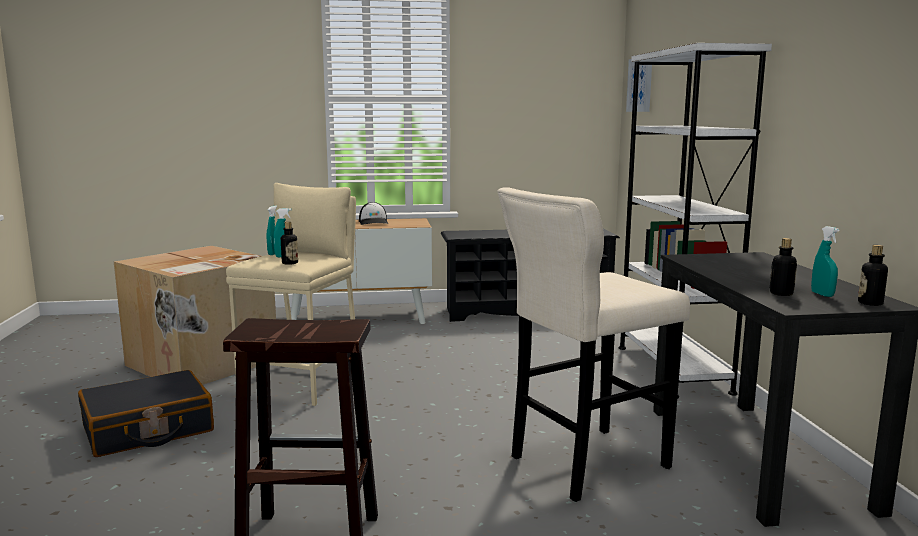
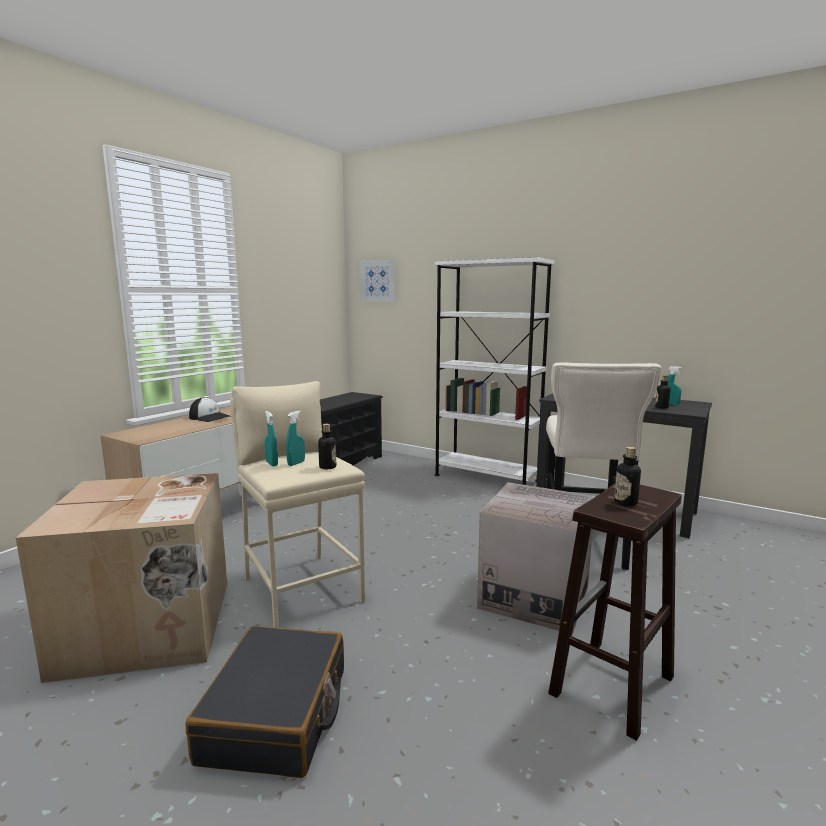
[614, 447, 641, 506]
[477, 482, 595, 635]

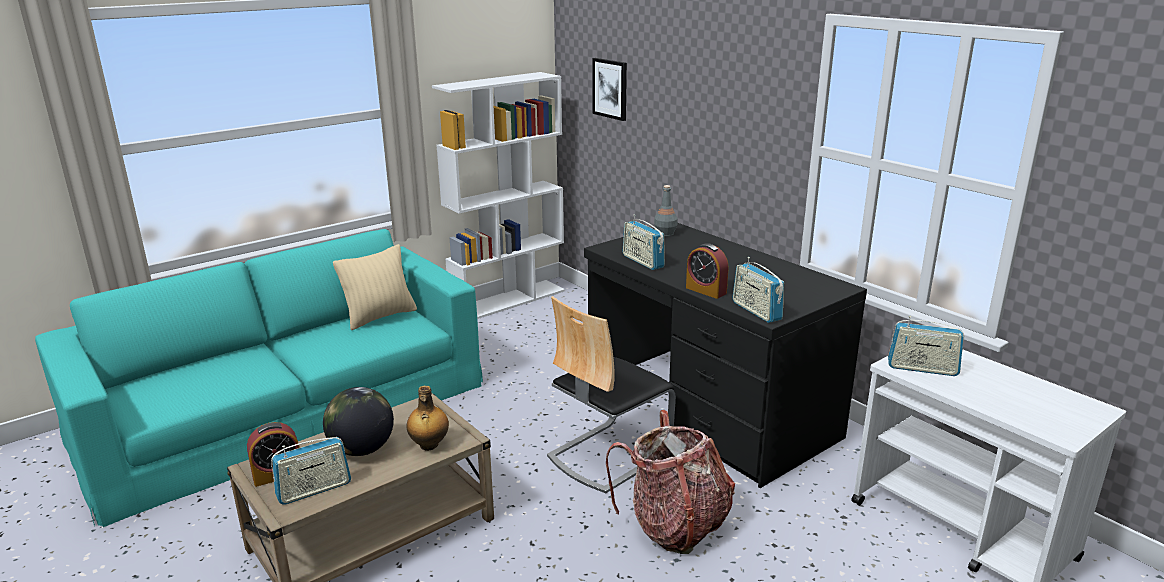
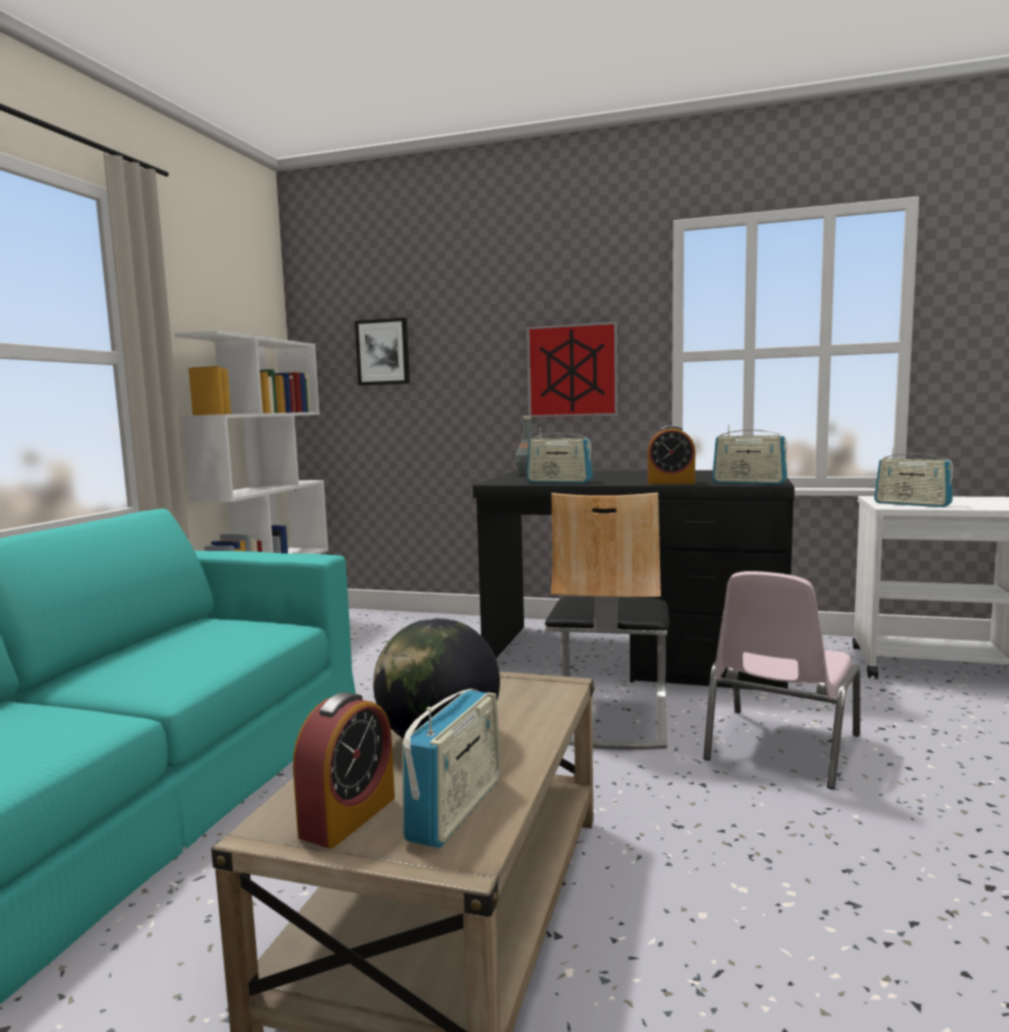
[333, 244, 417, 330] (first image)
[874, 448, 953, 507]
[406, 386, 449, 451] (first image)
[703, 571, 860, 789]
[527, 322, 618, 417]

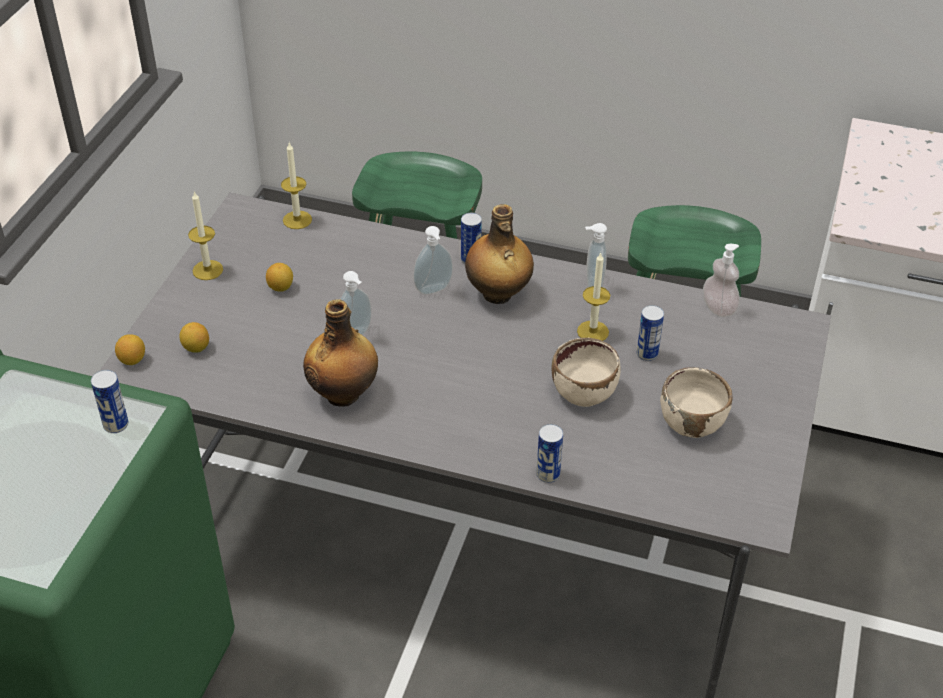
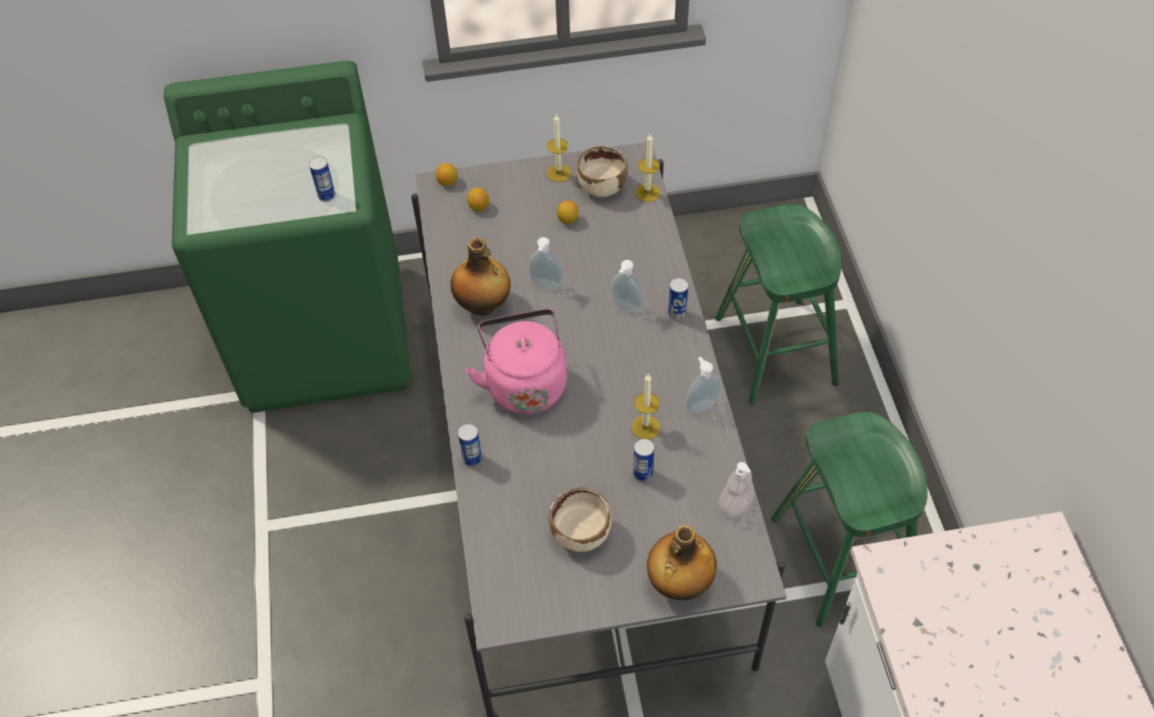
[647, 525, 717, 600]
[576, 146, 627, 197]
[466, 309, 567, 414]

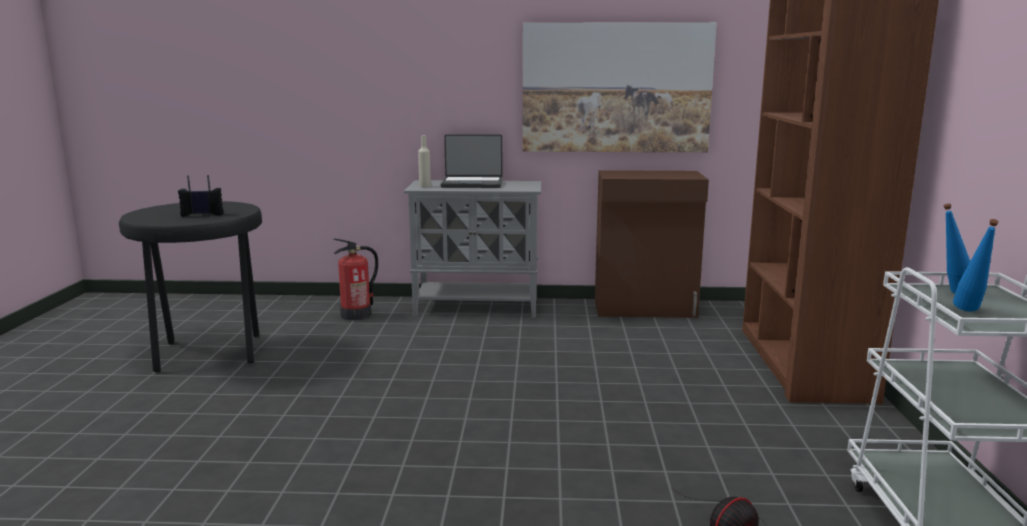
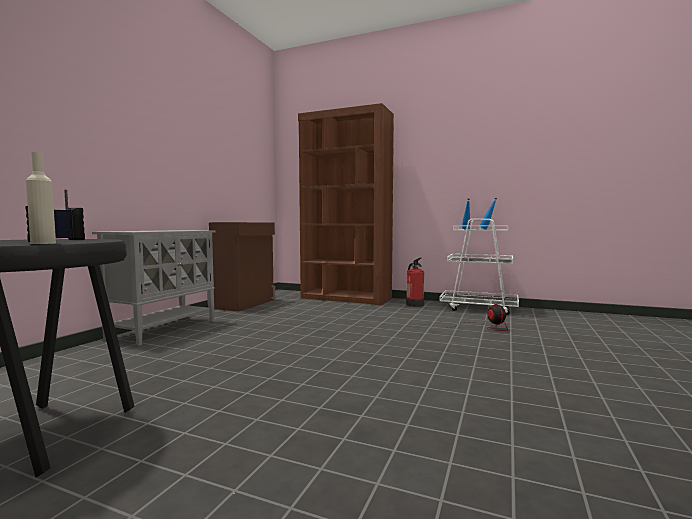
[523, 22, 717, 152] (first image)
[440, 134, 502, 188] (first image)
[26, 152, 56, 244]
[406, 258, 424, 307]

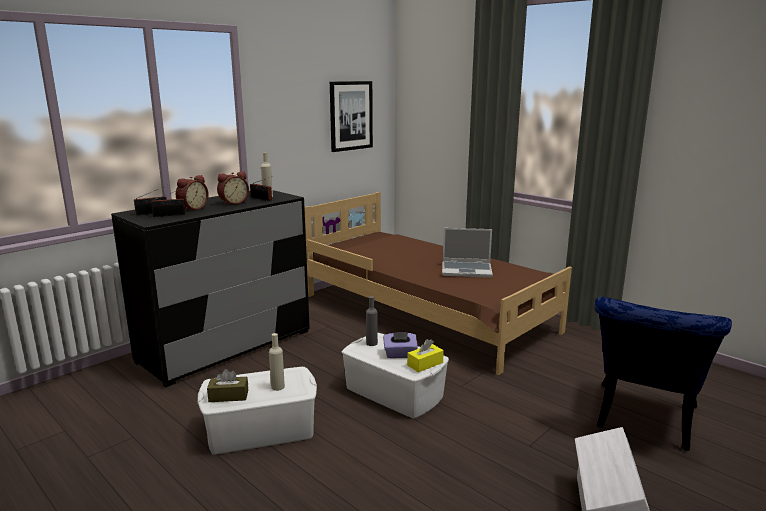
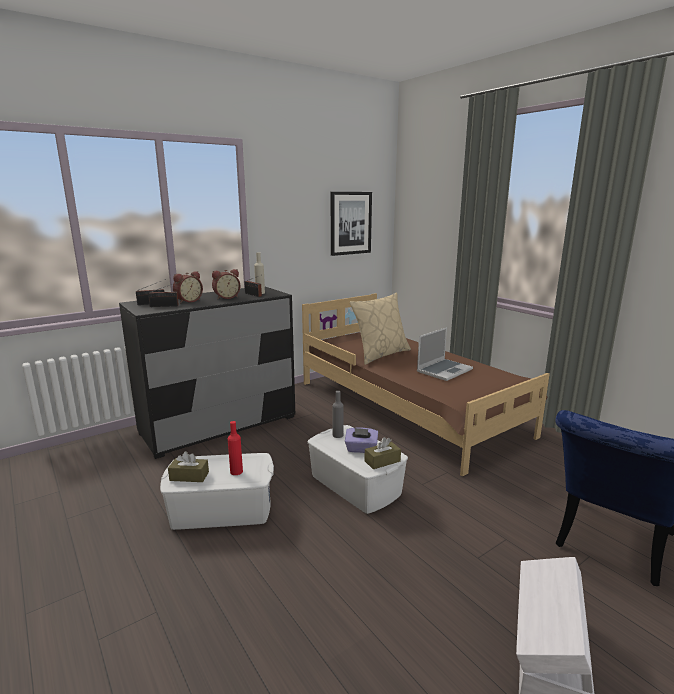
[417, 327, 473, 381]
[228, 421, 243, 475]
[364, 437, 401, 469]
[350, 292, 411, 365]

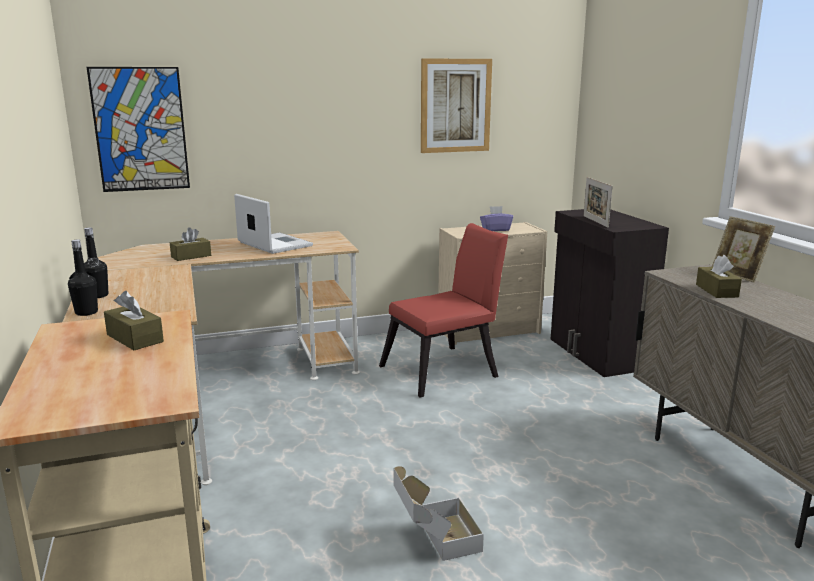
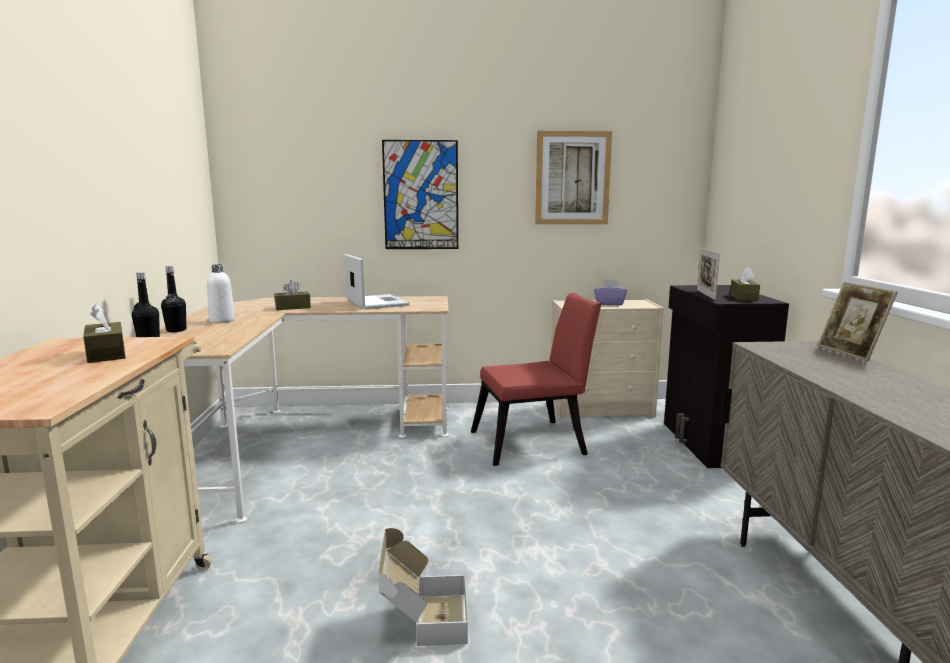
[382, 140, 458, 249]
[730, 267, 760, 301]
[207, 264, 235, 323]

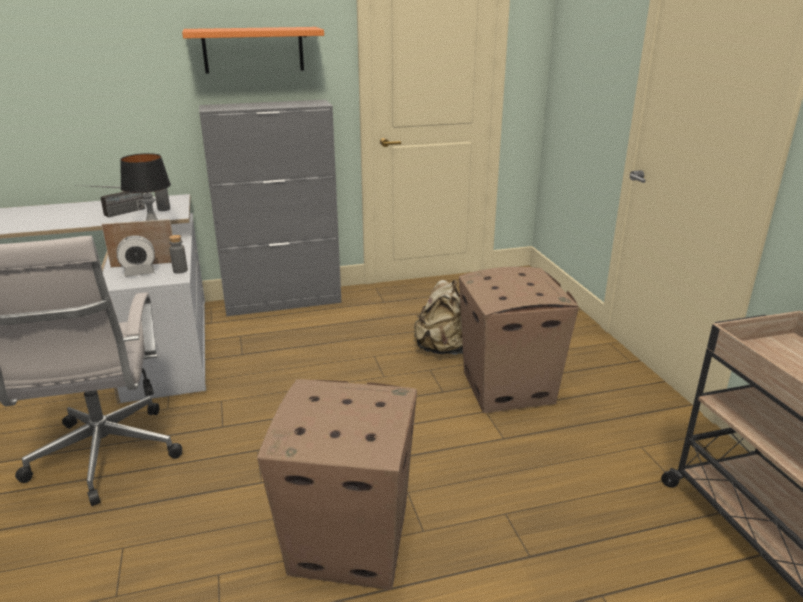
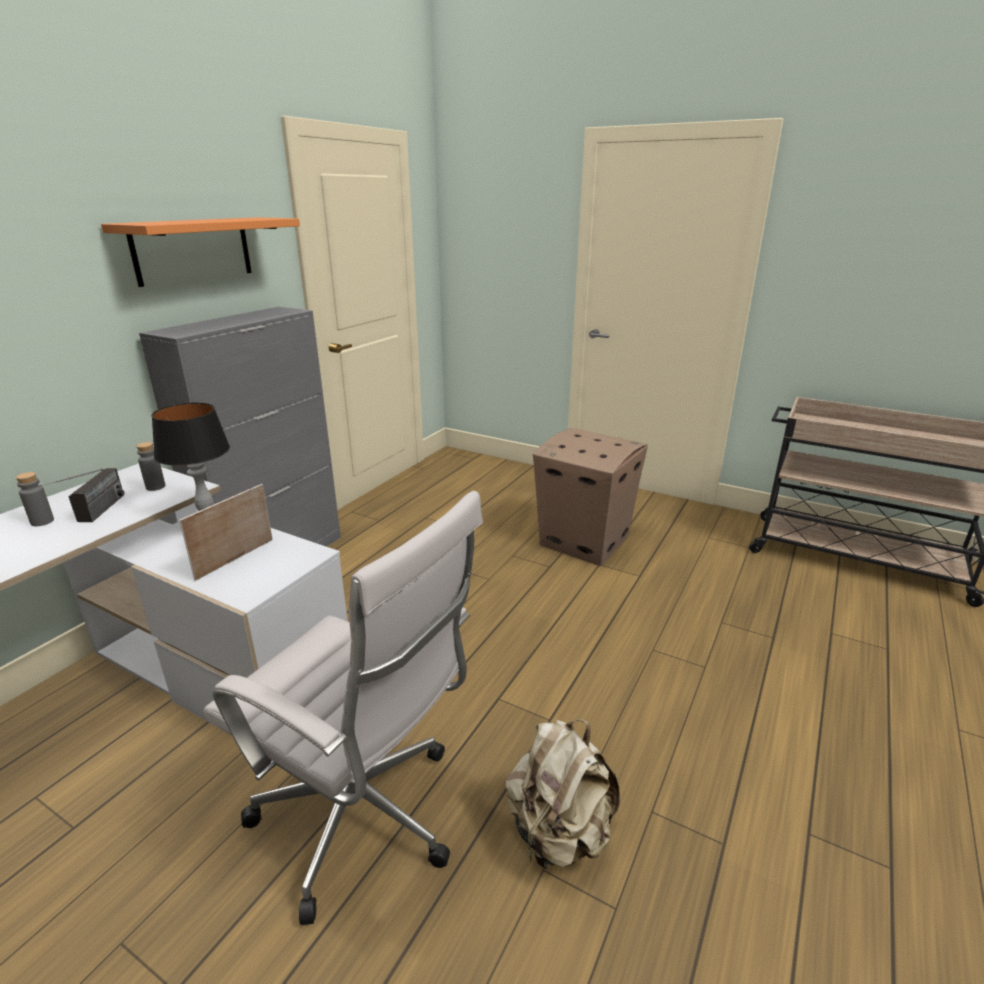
[117, 235, 155, 277] (first image)
[16, 472, 54, 526]
[505, 719, 620, 869]
[257, 379, 417, 590] (first image)

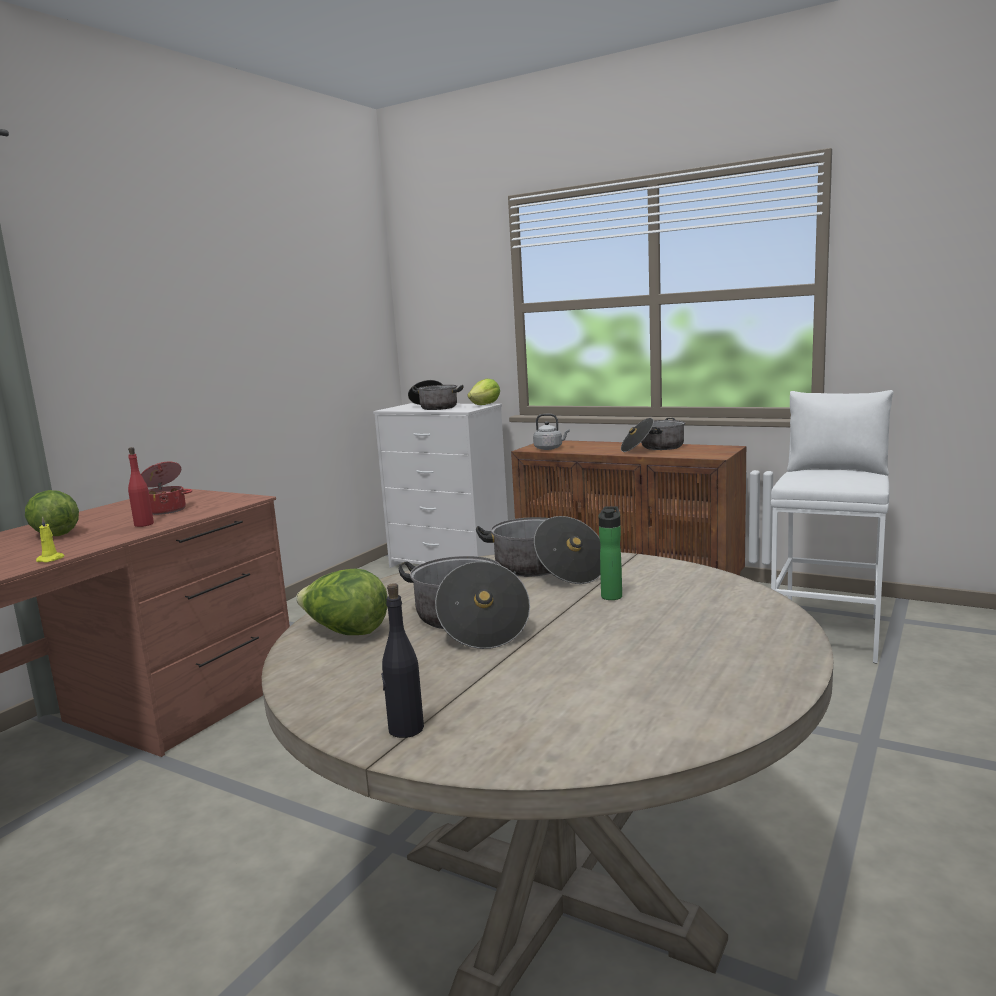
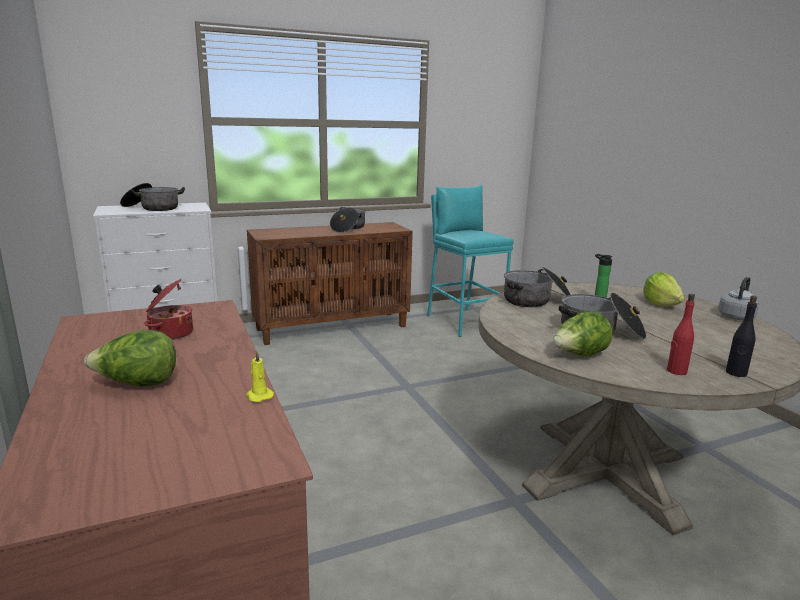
[643, 272, 685, 307]
[427, 185, 514, 337]
[718, 277, 759, 320]
[667, 294, 695, 375]

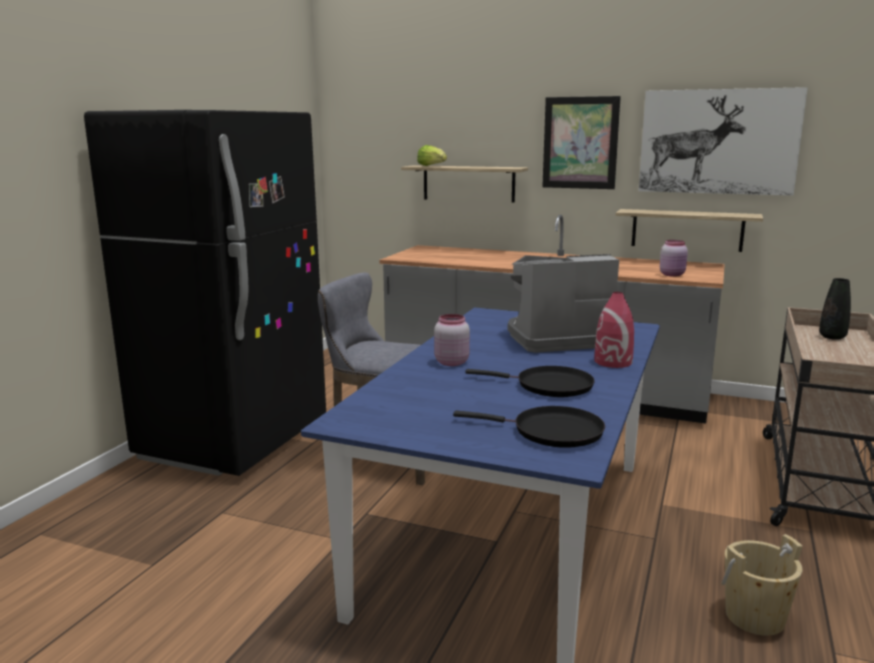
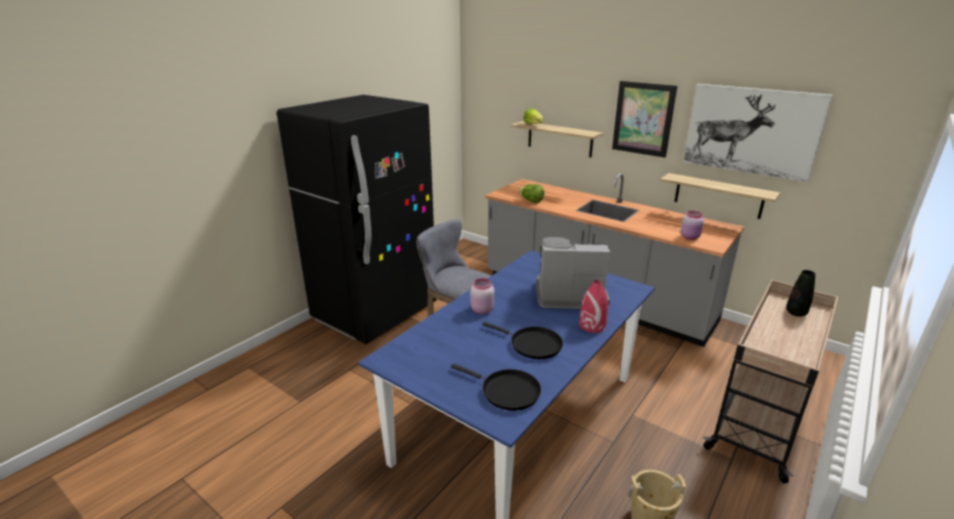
[519, 184, 544, 203]

